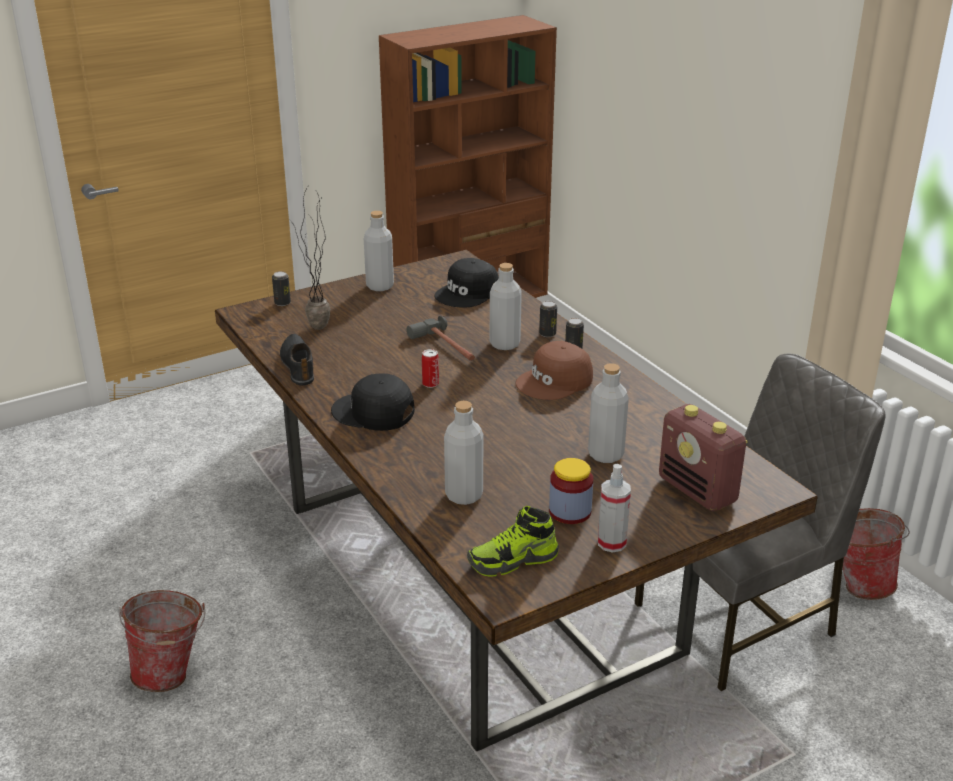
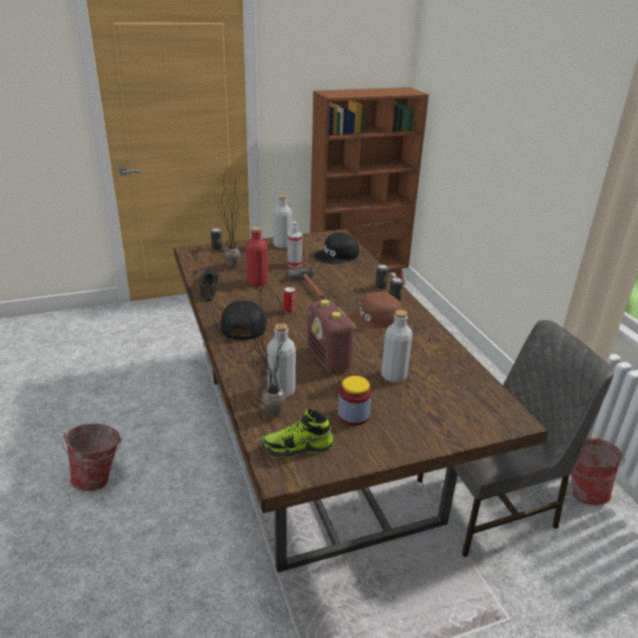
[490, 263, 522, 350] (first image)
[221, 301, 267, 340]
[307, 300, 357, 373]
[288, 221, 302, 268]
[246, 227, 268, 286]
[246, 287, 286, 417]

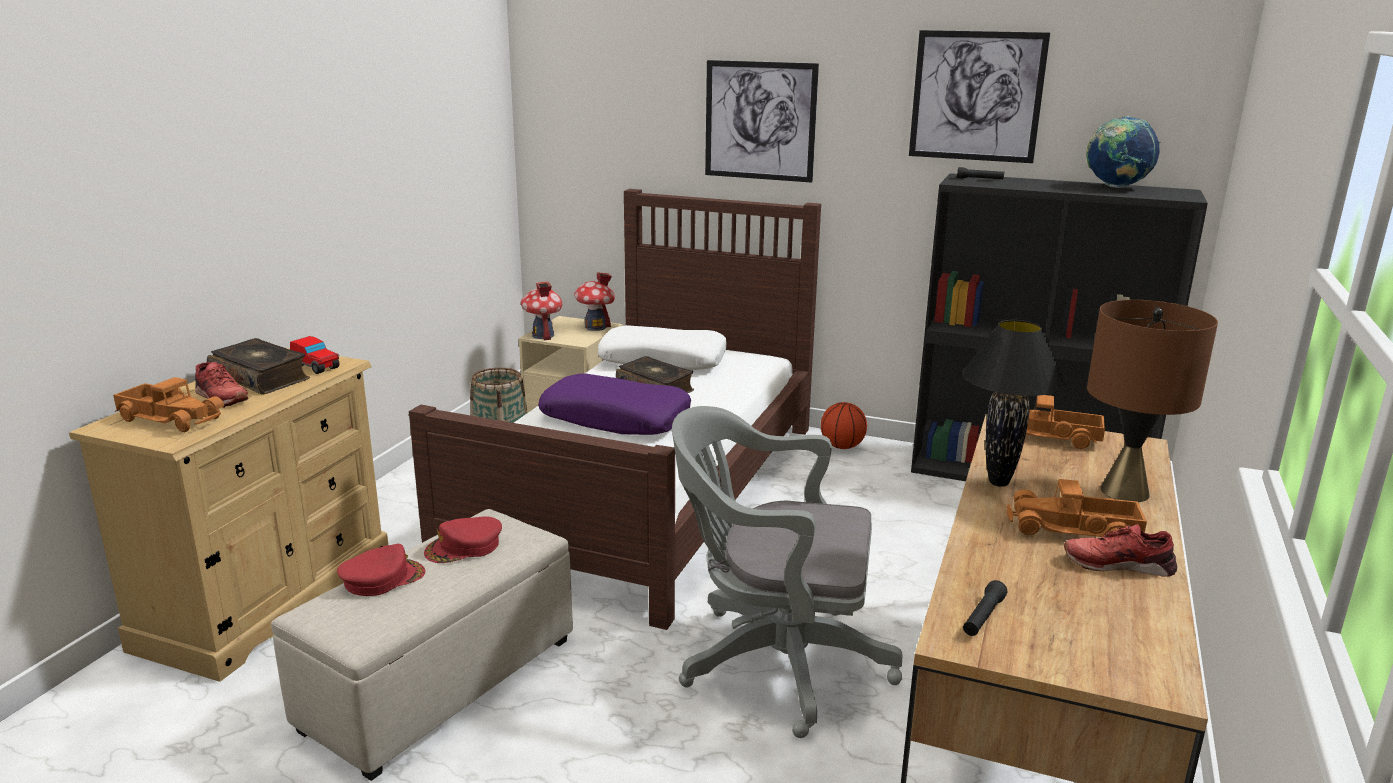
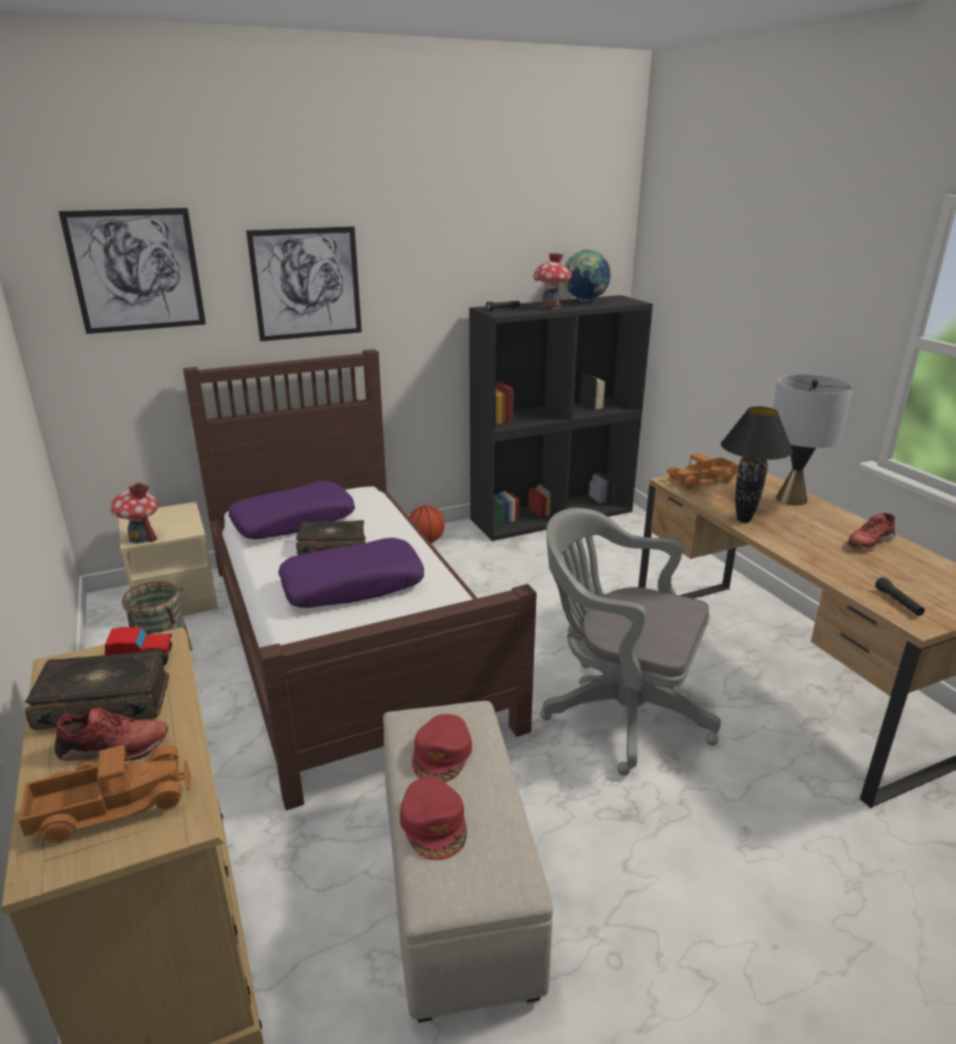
[59, 208, 206, 334]
[533, 253, 572, 310]
[773, 374, 853, 506]
[228, 481, 355, 539]
[540, 508, 721, 775]
[1007, 479, 1147, 537] (first image)
[400, 777, 467, 860]

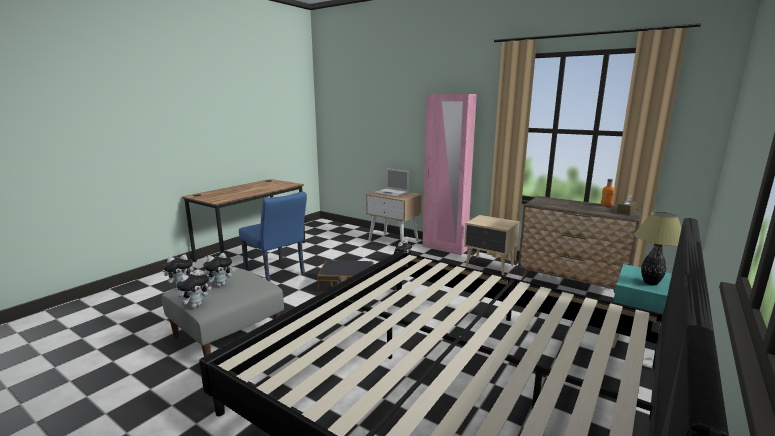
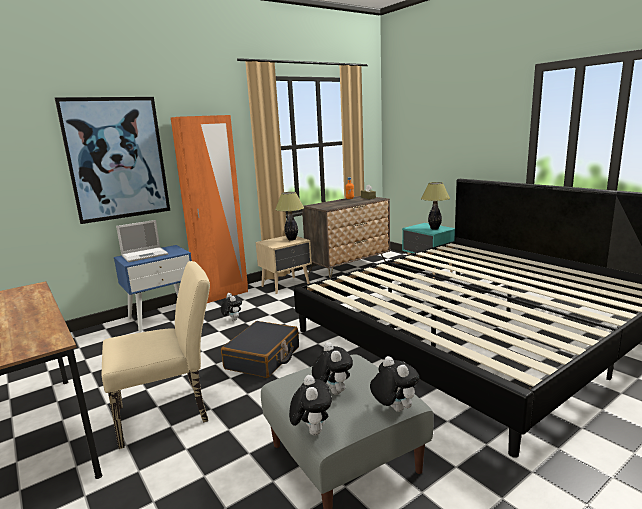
[171, 115, 248, 303]
[114, 245, 192, 332]
[102, 261, 210, 449]
[55, 97, 170, 224]
[275, 192, 304, 241]

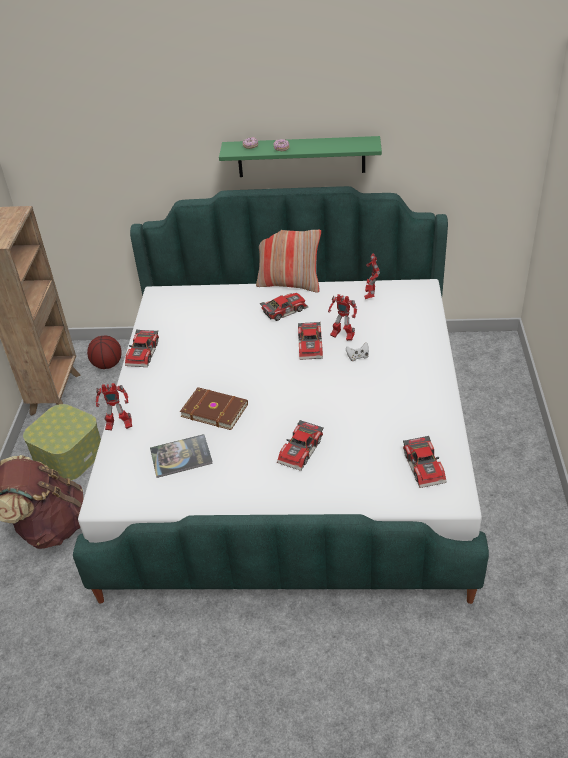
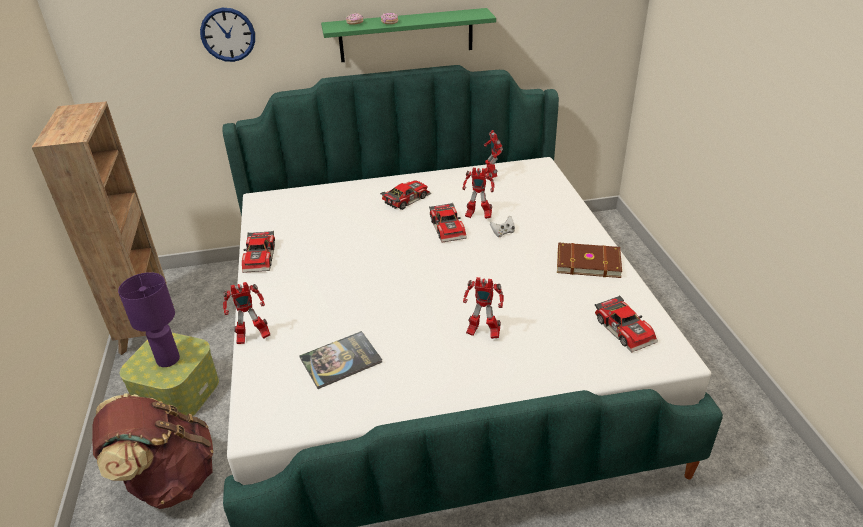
[256, 230, 321, 292] (first image)
[87, 336, 122, 369] (first image)
[557, 243, 622, 278]
[463, 277, 504, 339]
[200, 8, 255, 62]
[118, 272, 180, 367]

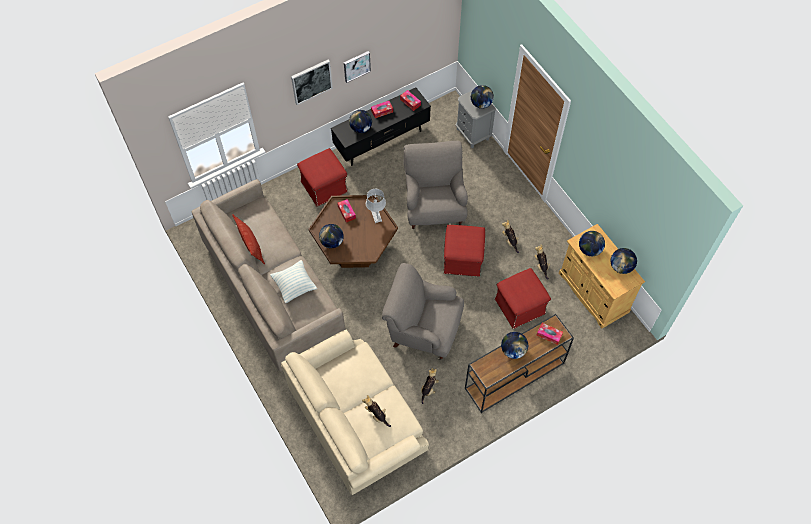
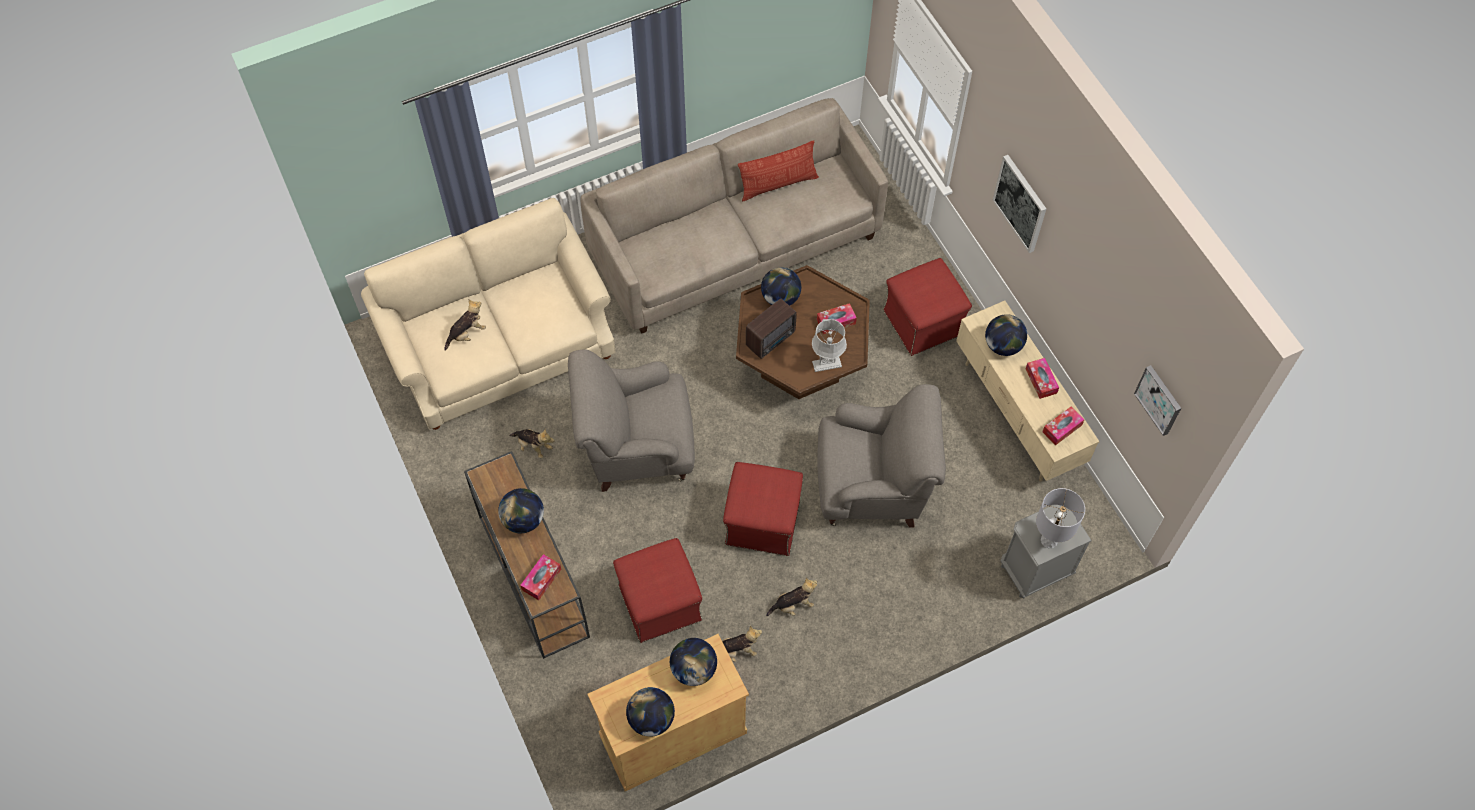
[1134, 365, 1181, 436]
[1036, 488, 1085, 548]
[956, 301, 1099, 482]
[270, 260, 317, 303] (first image)
[568, 349, 695, 492]
[746, 299, 797, 359]

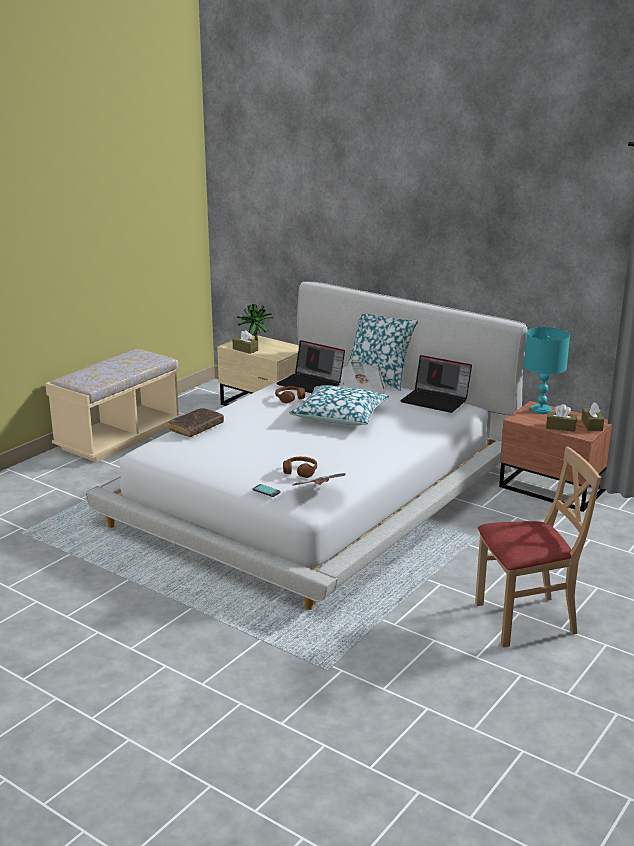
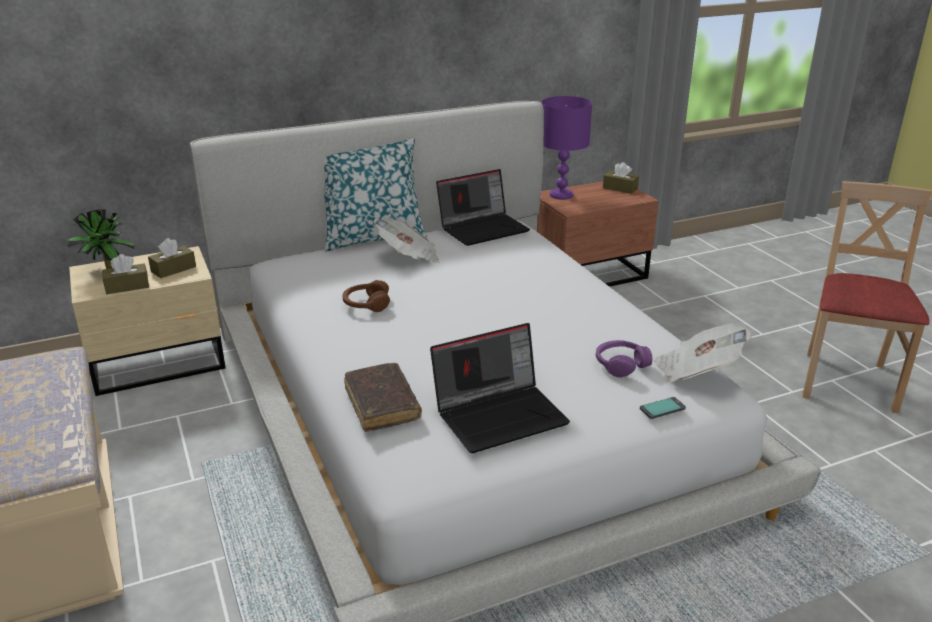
[542, 96, 592, 200]
[430, 323, 570, 453]
[289, 385, 389, 426] (first image)
[148, 238, 196, 278]
[596, 340, 652, 378]

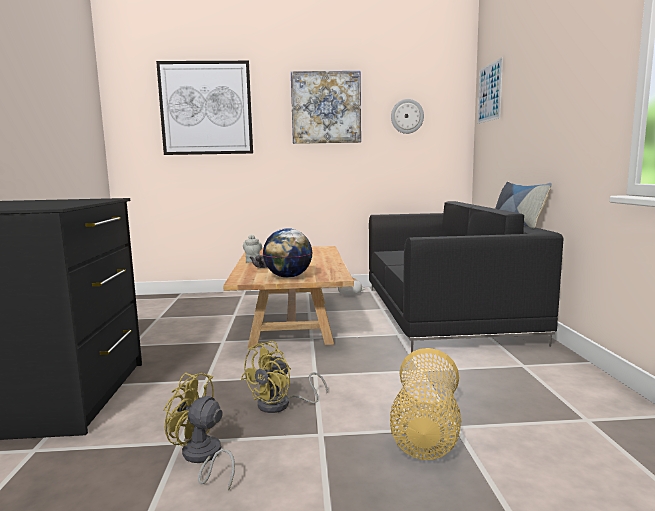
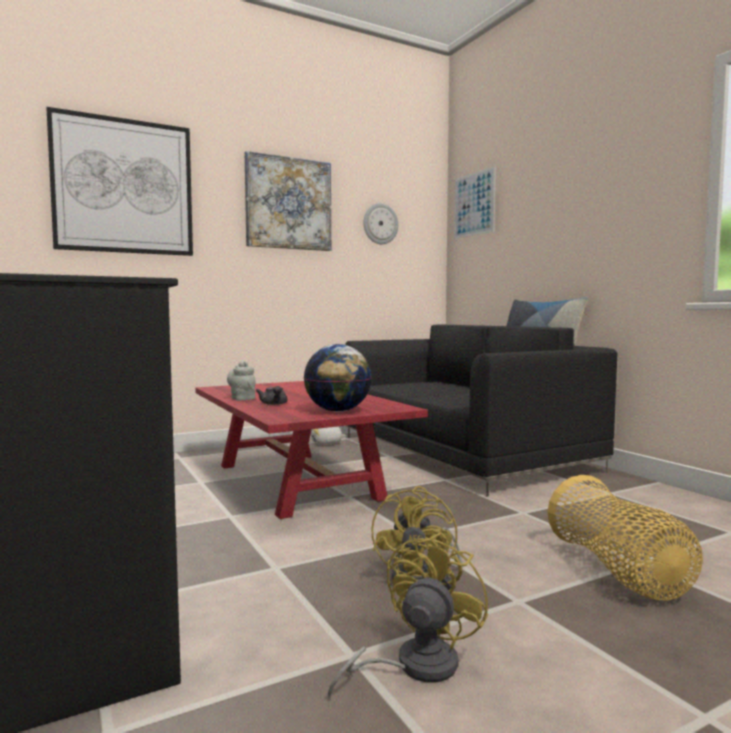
[195, 381, 428, 519]
[328, 533, 488, 699]

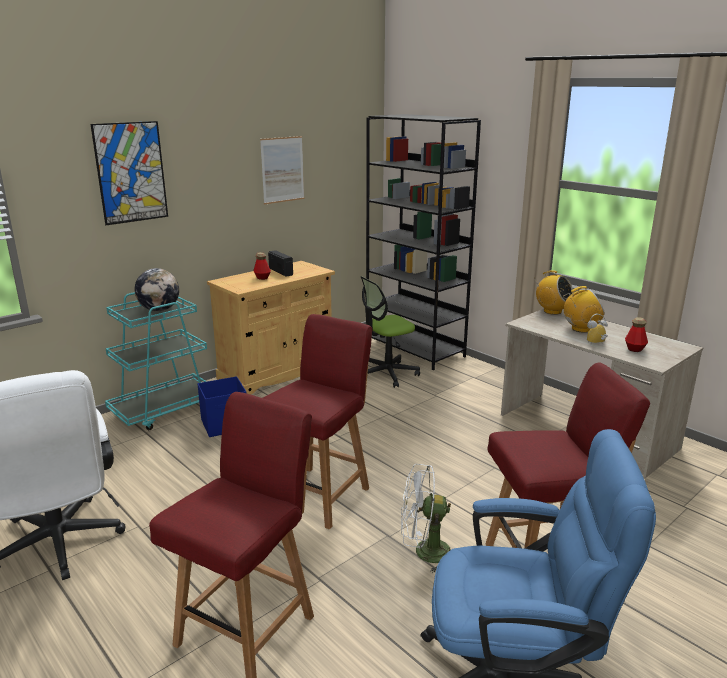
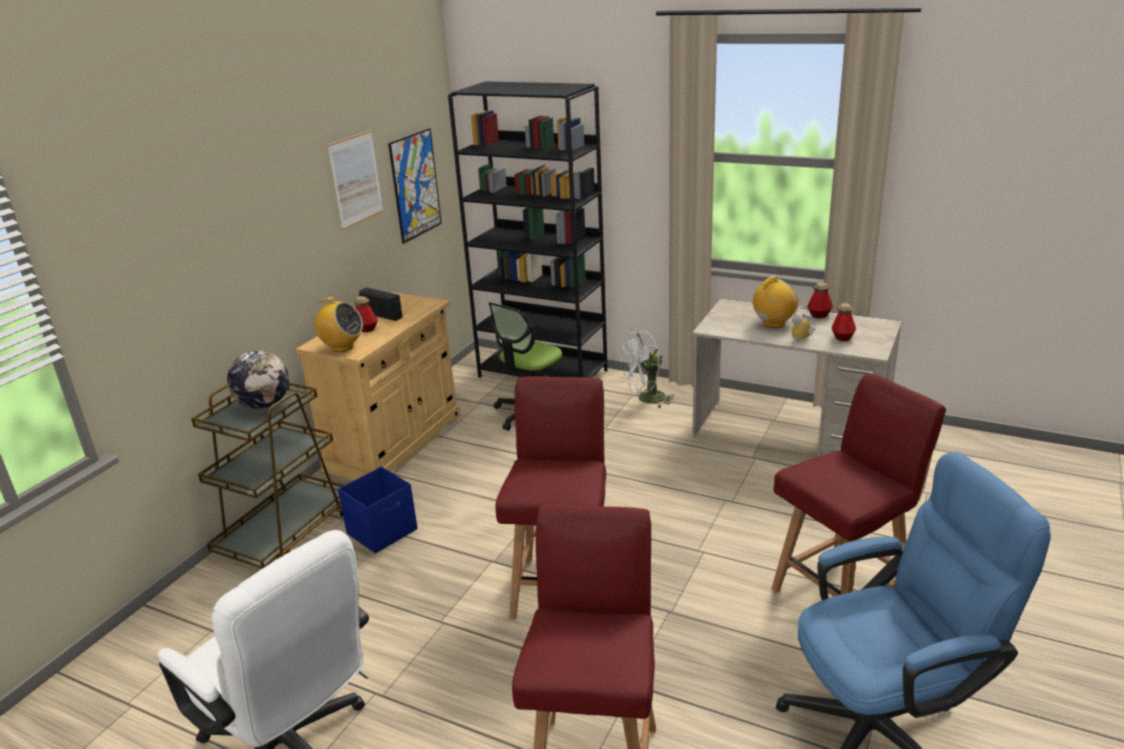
[388, 128, 442, 244]
[307, 297, 363, 352]
[191, 383, 344, 569]
[621, 331, 675, 408]
[807, 283, 833, 318]

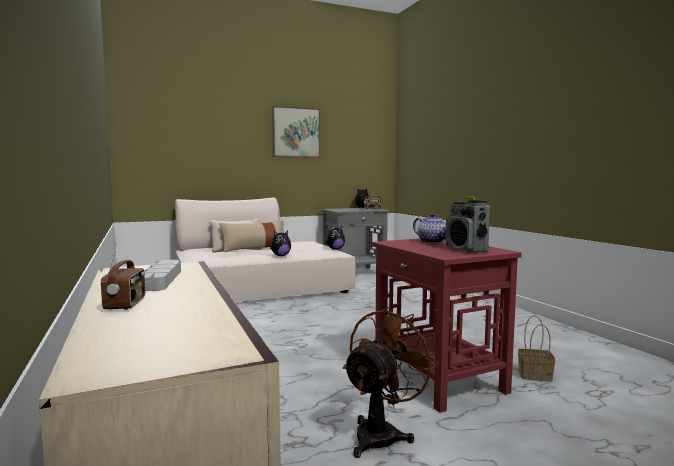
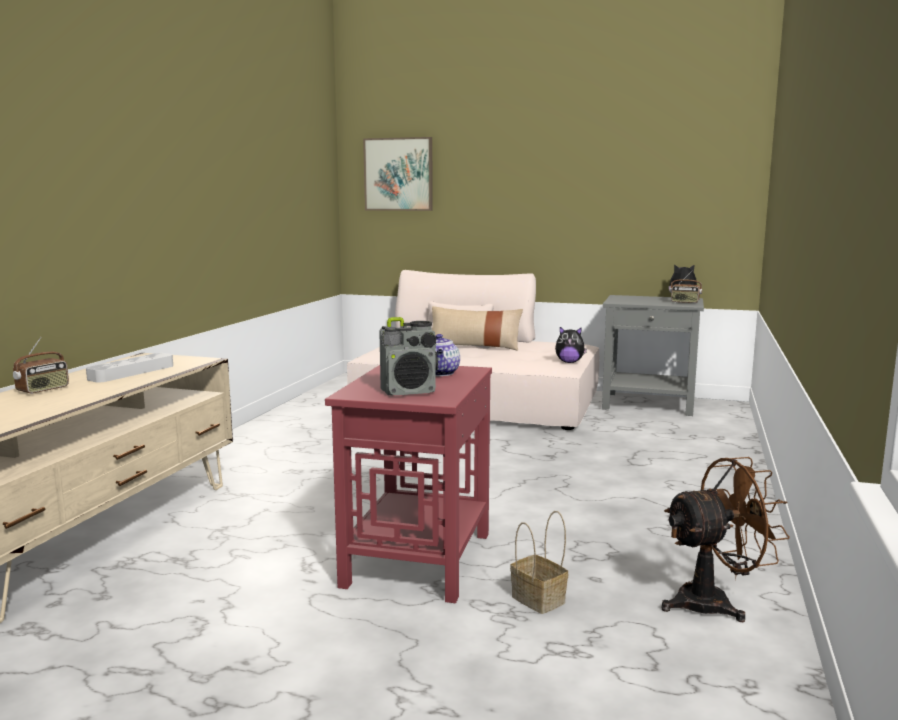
[363, 137, 433, 211]
[379, 317, 438, 395]
[270, 231, 291, 256] (first image)
[661, 457, 790, 622]

